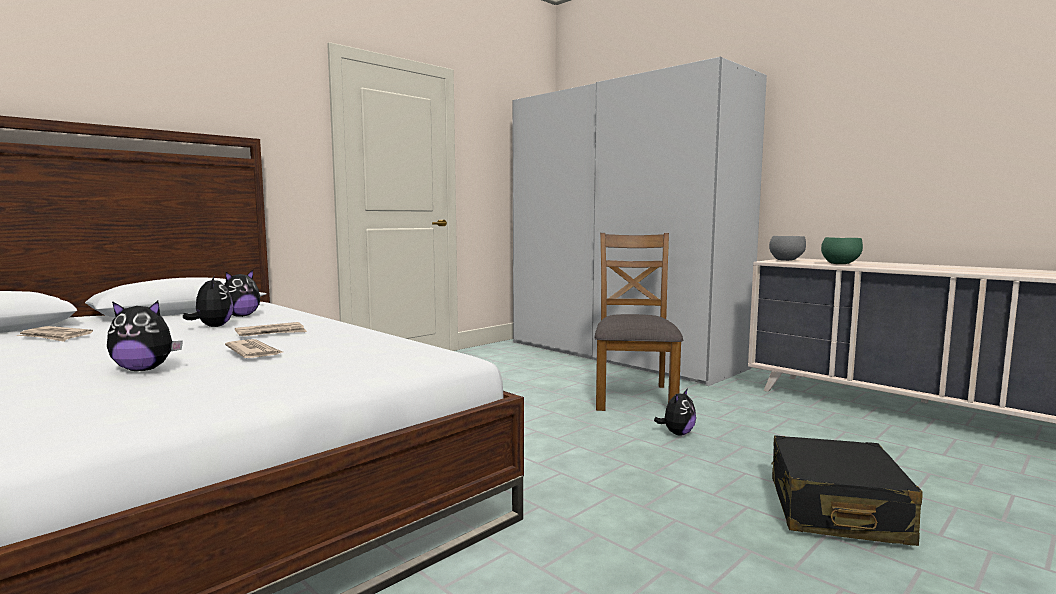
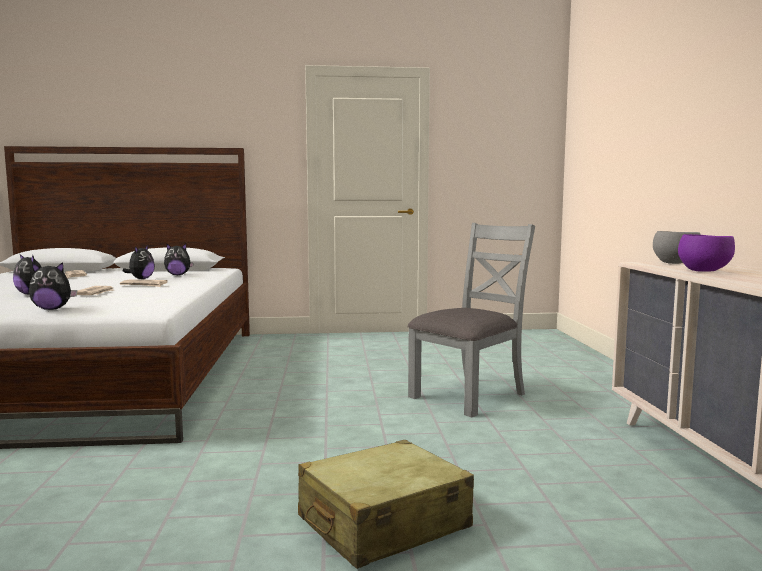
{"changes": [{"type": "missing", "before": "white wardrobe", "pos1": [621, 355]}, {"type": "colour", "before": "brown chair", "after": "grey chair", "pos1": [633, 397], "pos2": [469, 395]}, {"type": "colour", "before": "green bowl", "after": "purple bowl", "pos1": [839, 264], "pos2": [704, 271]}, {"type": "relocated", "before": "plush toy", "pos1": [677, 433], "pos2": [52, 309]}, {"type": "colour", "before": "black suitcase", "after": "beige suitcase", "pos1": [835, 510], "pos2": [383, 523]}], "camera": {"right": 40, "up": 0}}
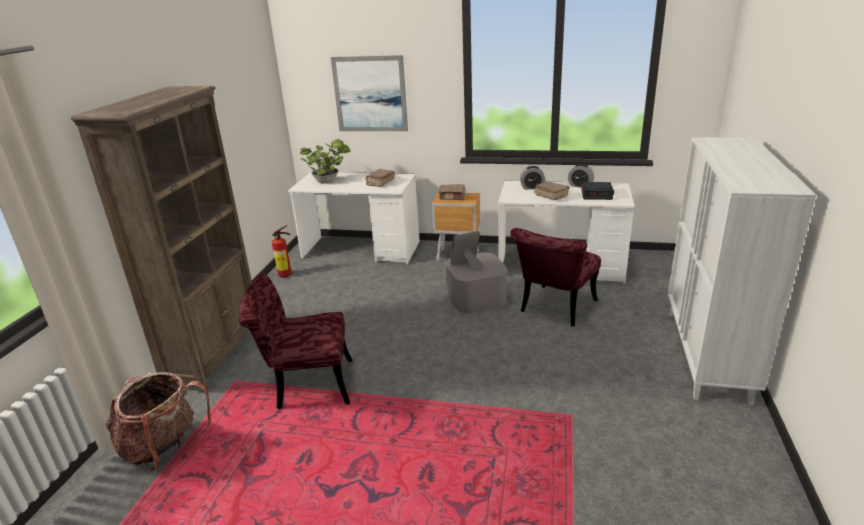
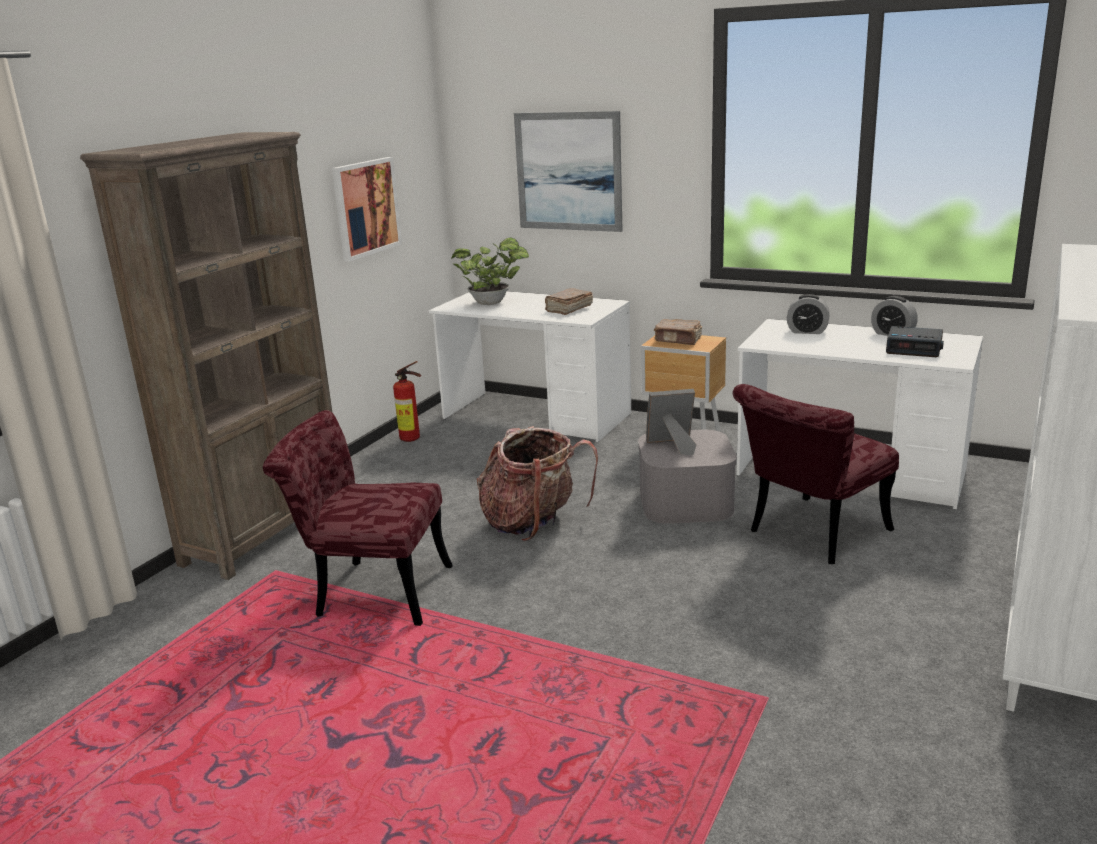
{"changes": [{"type": "missing", "before": "brown book", "pos1": [551, 196]}, {"type": "relocated", "before": "backpack", "pos1": [164, 447], "pos2": [533, 523]}, {"type": "appeared", "after": "picture", "pos2": [366, 208]}], "camera": {"right": 15, "up": -5}}
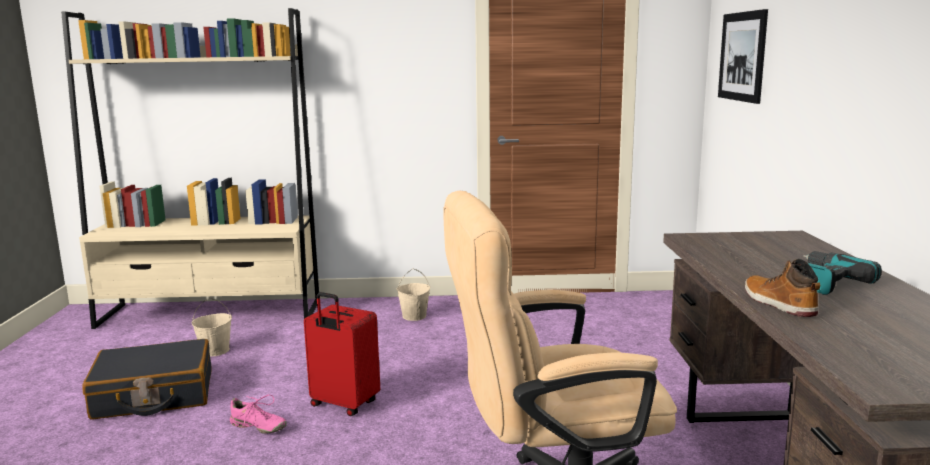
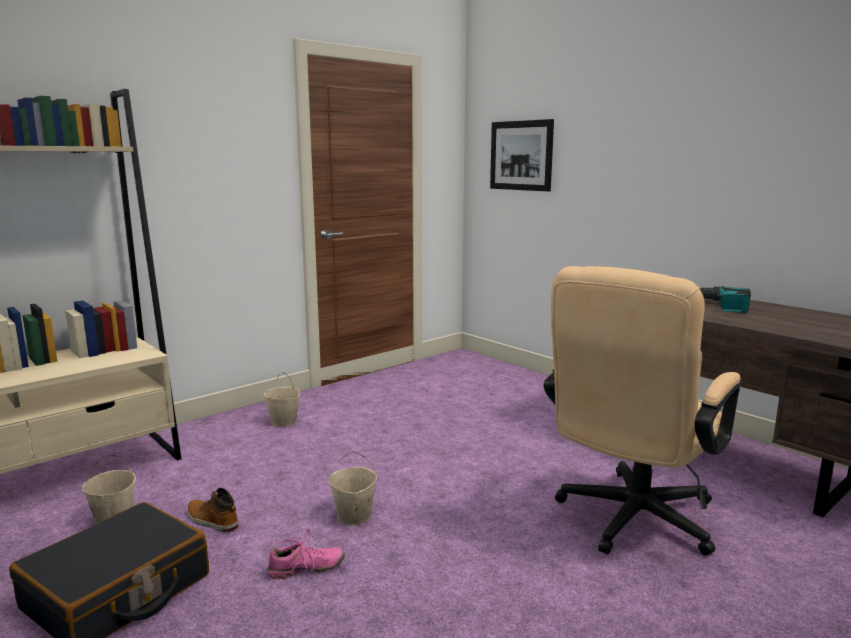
{"changes": [{"type": "relocated", "before": "boot", "pos1": [778, 303], "pos2": [211, 521]}, {"type": "exchanged", "before": "red suitcase", "after": "beige bucket", "pos1": [343, 405], "pos2": [354, 516]}], "camera": {"right": -40, "up": 0}}
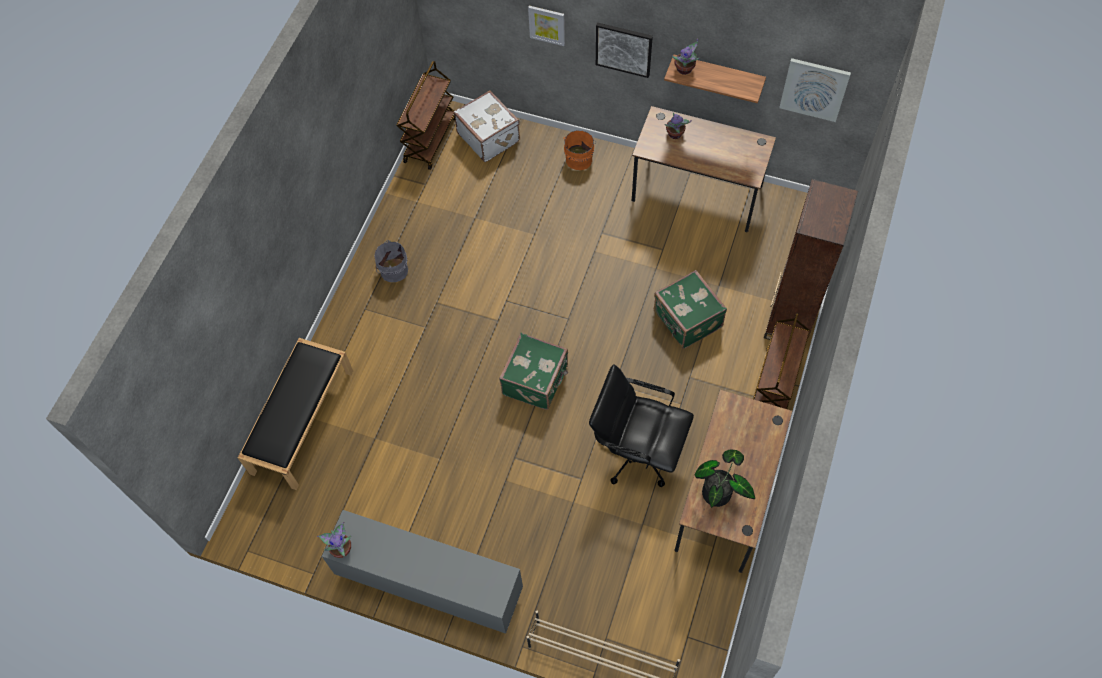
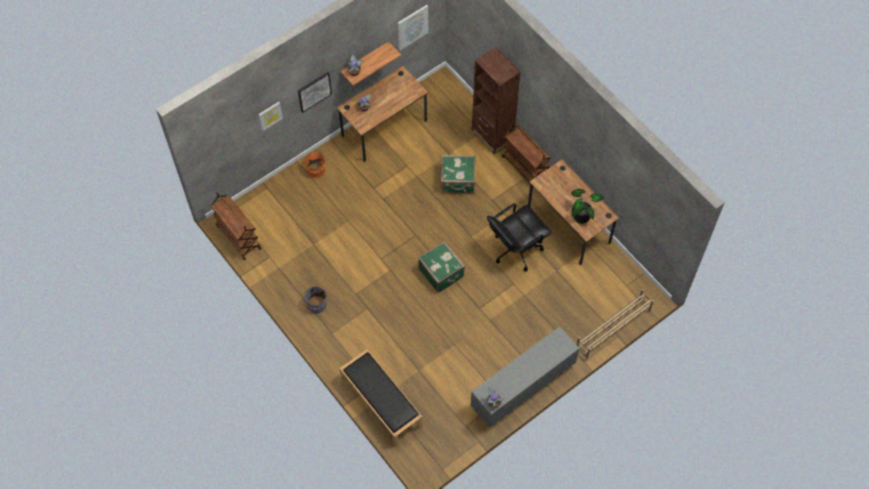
{"changes": [{"type": "missing", "before": "white suitcase", "pos1": [489, 137]}], "camera": {"right": -60, "up": 0}}
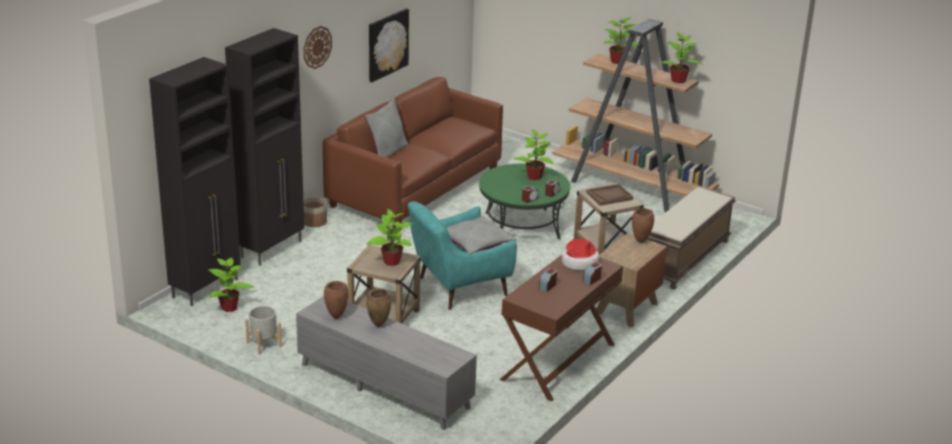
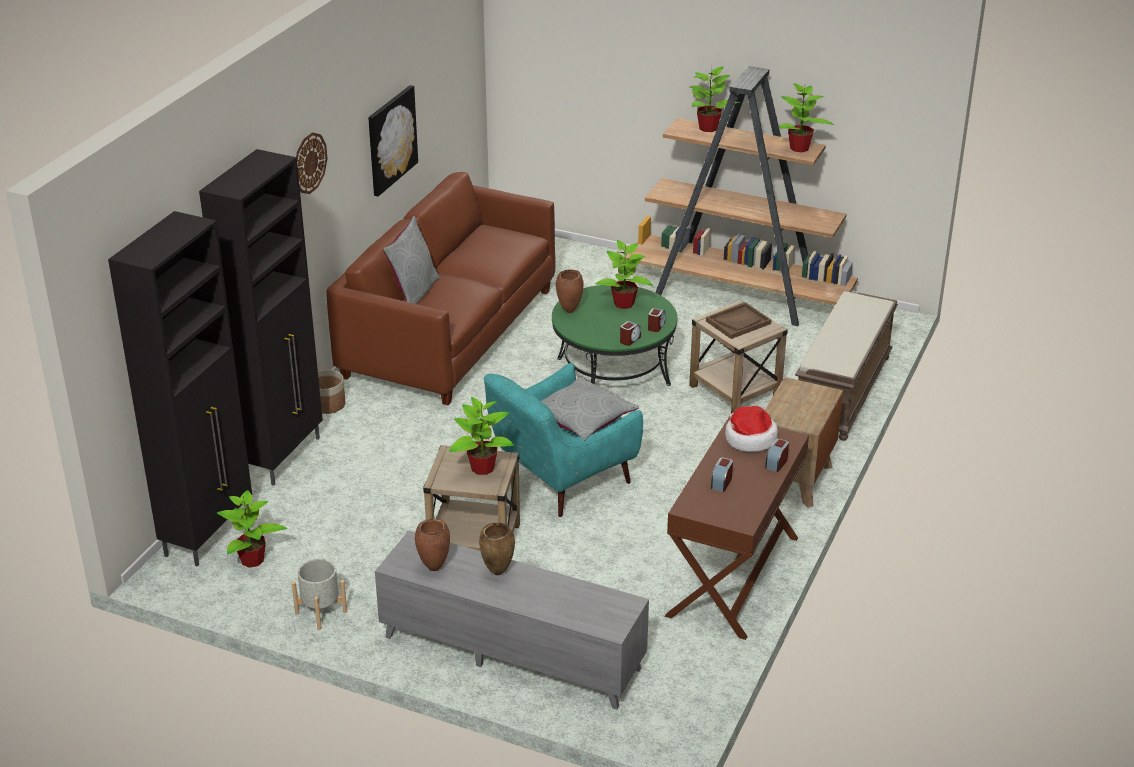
{"changes": [{"type": "relocated", "before": "brown vase", "pos1": [640, 242], "pos2": [569, 311]}], "camera": {"right": -10, "up": 5}}
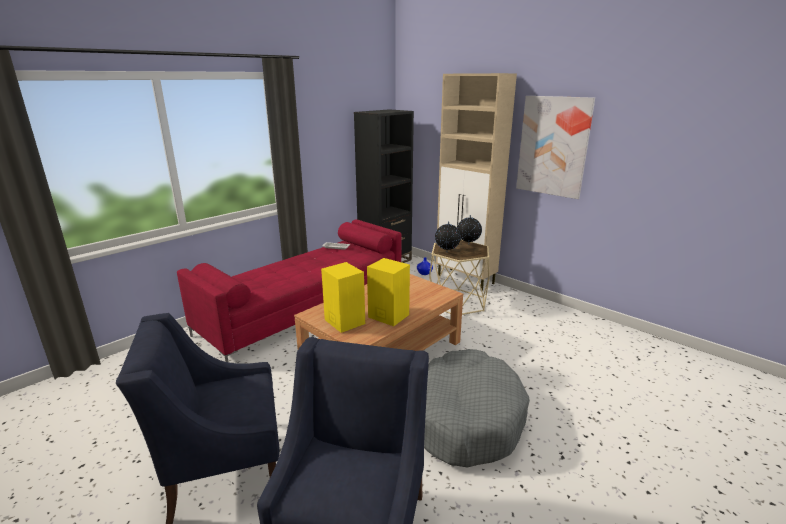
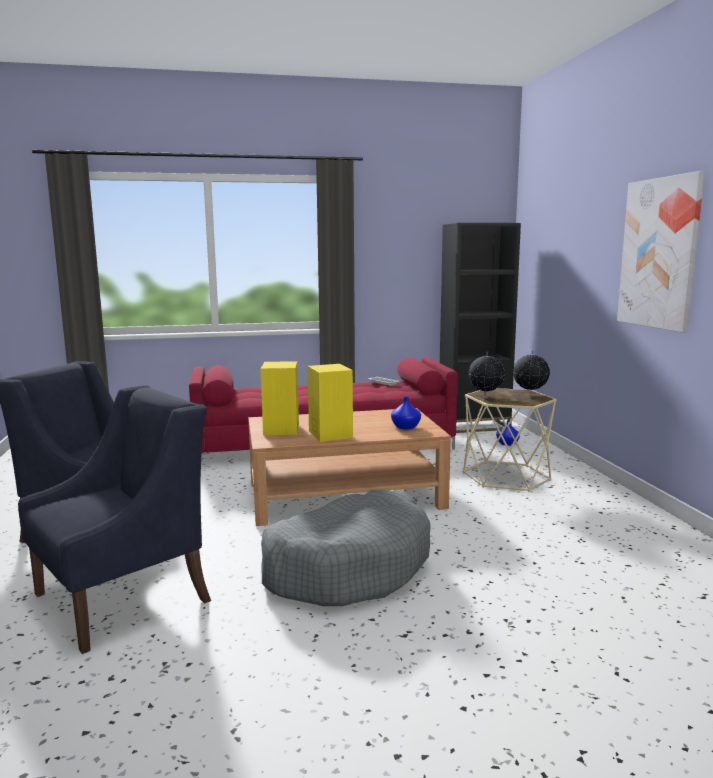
{"changes": [{"type": "missing", "before": "beige cabinet", "pos1": [466, 279]}, {"type": "appeared", "after": "blue vase", "pos2": [405, 427]}], "camera": {"right": 35, "up": -10}}
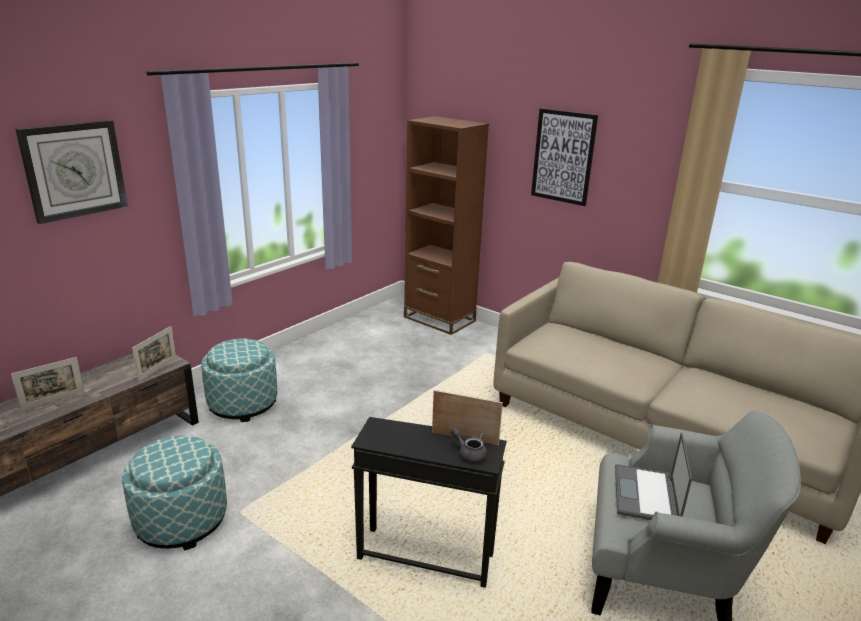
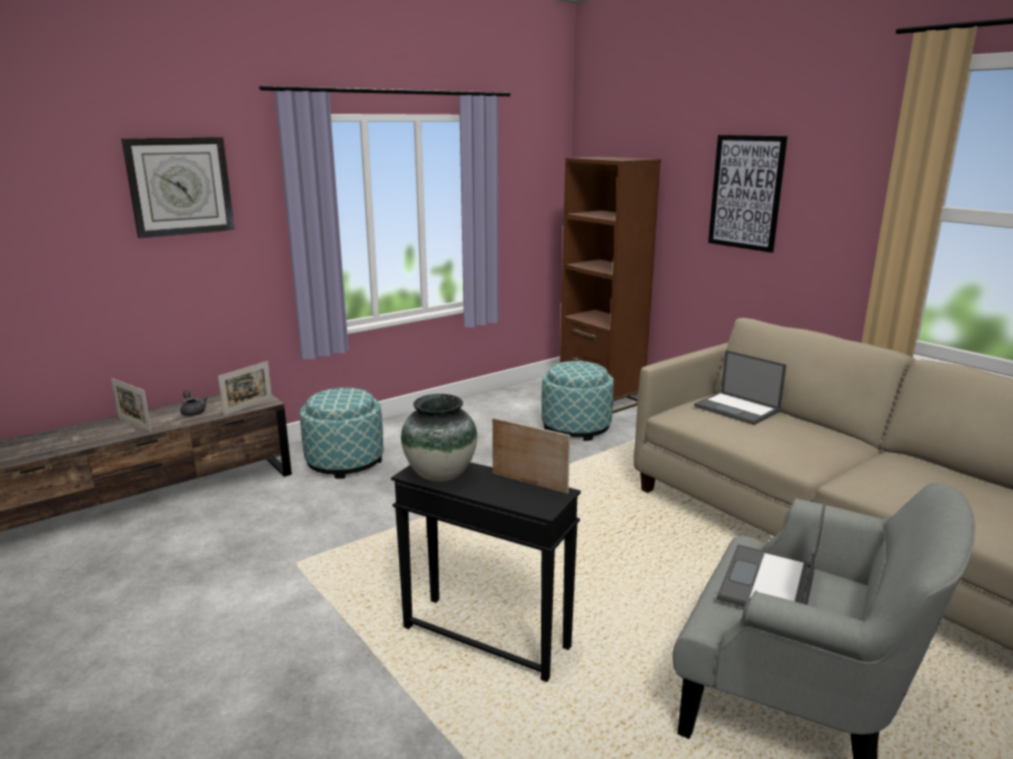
{"changes": [{"type": "spun", "before": "picture frame", "pos1": [53, 400], "pos2": [134, 424], "turn": 60}, {"type": "relocated", "before": "grey teapot", "pos1": [469, 454], "pos2": [193, 411]}, {"type": "relocated", "before": "ottoman", "pos1": [182, 520], "pos2": [576, 427]}, {"type": "appeared", "after": "laptop", "pos2": [738, 409]}, {"type": "appeared", "after": "vase", "pos2": [440, 475]}], "camera": {"right": 15, "up": -5}}
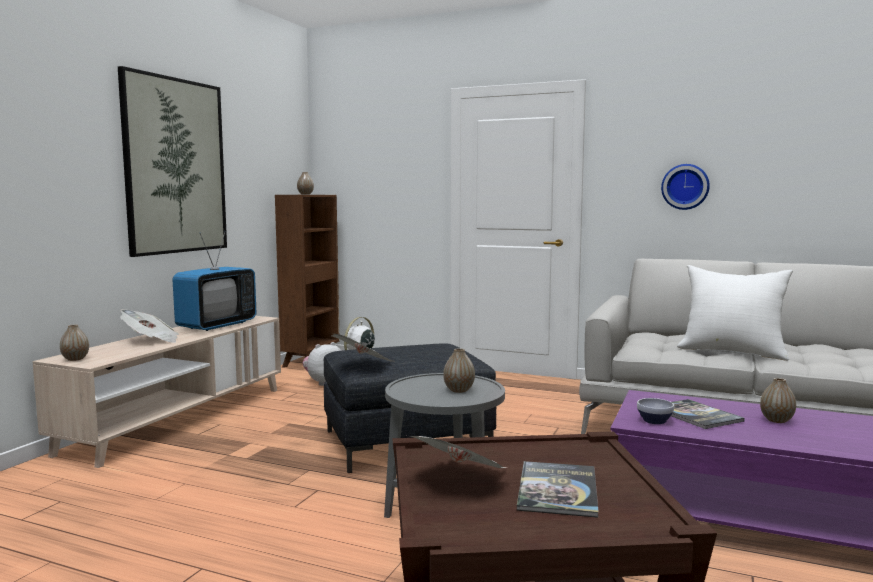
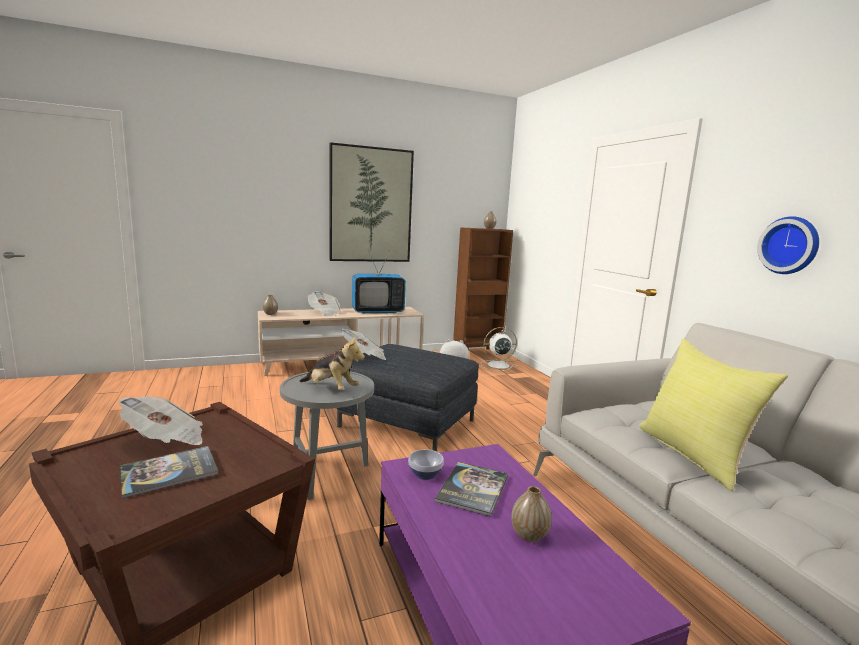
{"changes": [{"type": "colour", "before": "white pillow", "after": "yellow pillow", "pos1": [732, 352], "pos2": [694, 455]}, {"type": "exchanged", "before": "vase", "after": "plush toy", "pos1": [459, 390], "pos2": [331, 389]}], "camera": {"right": 45, "up": 5}}
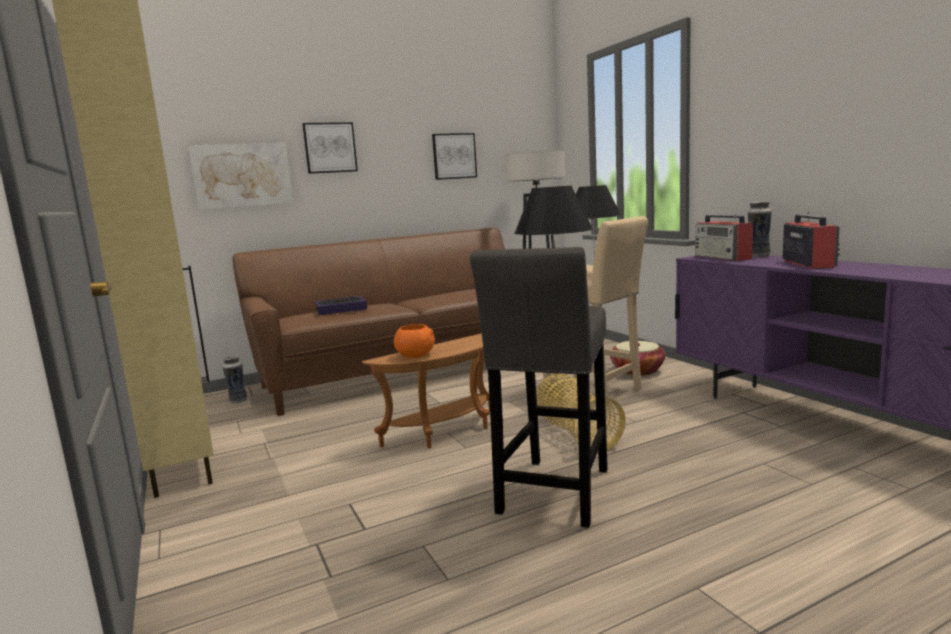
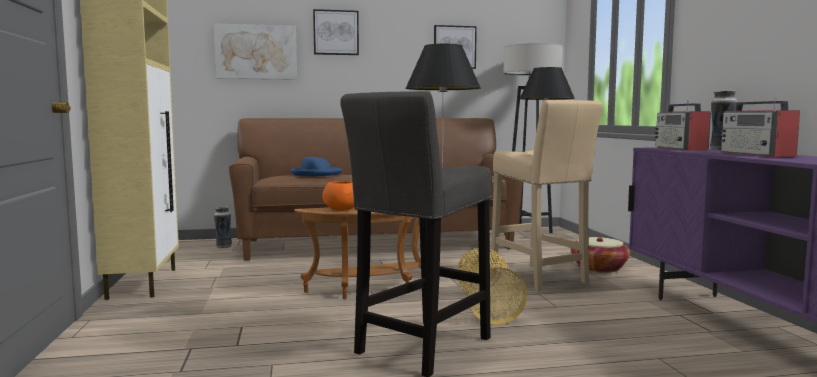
{"changes": [{"type": "spun", "before": "radio", "pos1": [807, 263], "pos2": [757, 154], "turn": 150}, {"type": "exchanged", "before": "book", "after": "blue hat", "pos1": [341, 309], "pos2": [315, 174]}], "camera": {"right": 15, "up": -5}}
